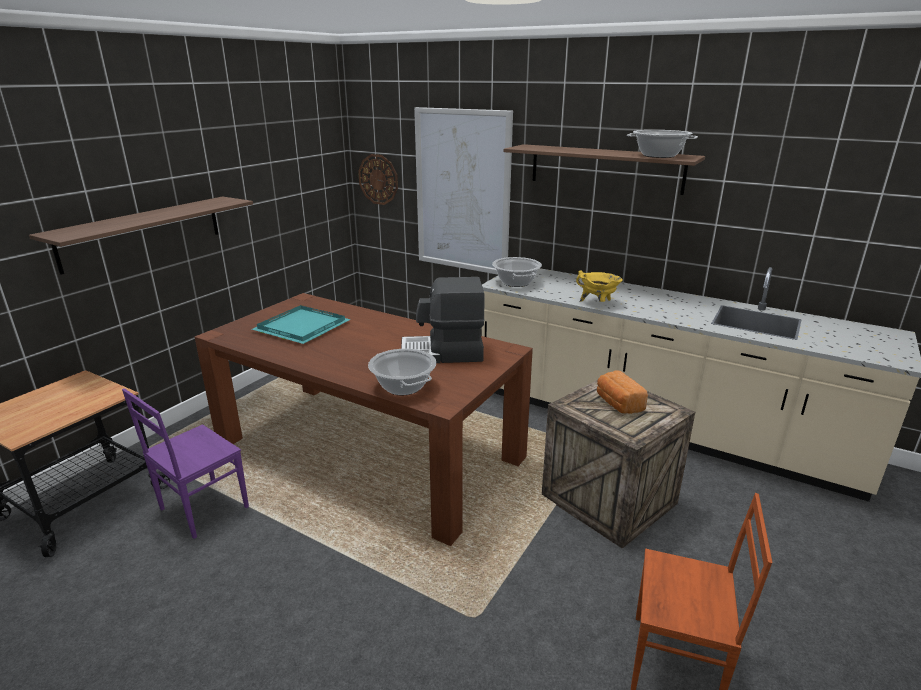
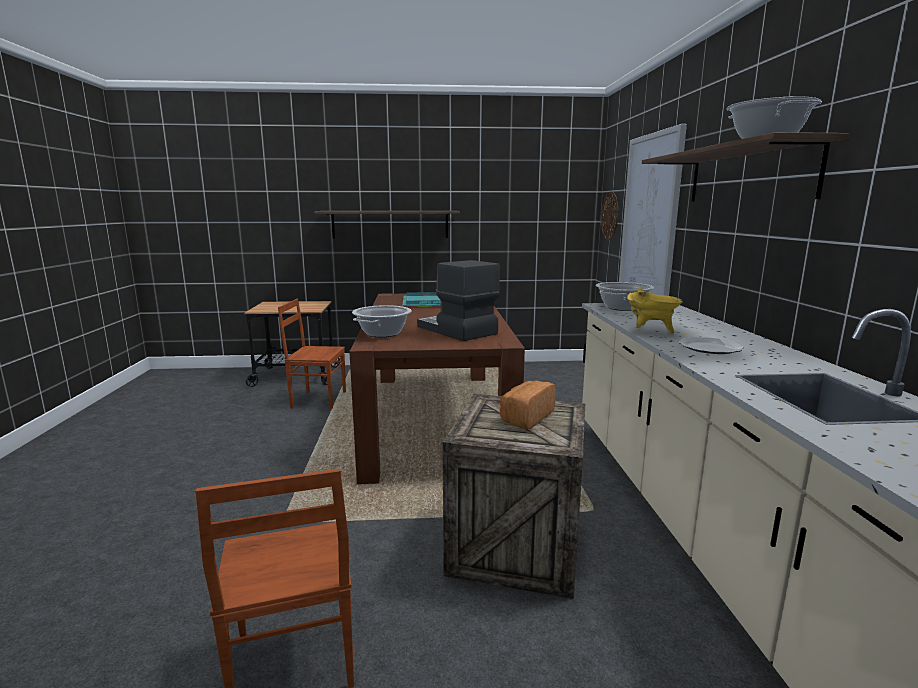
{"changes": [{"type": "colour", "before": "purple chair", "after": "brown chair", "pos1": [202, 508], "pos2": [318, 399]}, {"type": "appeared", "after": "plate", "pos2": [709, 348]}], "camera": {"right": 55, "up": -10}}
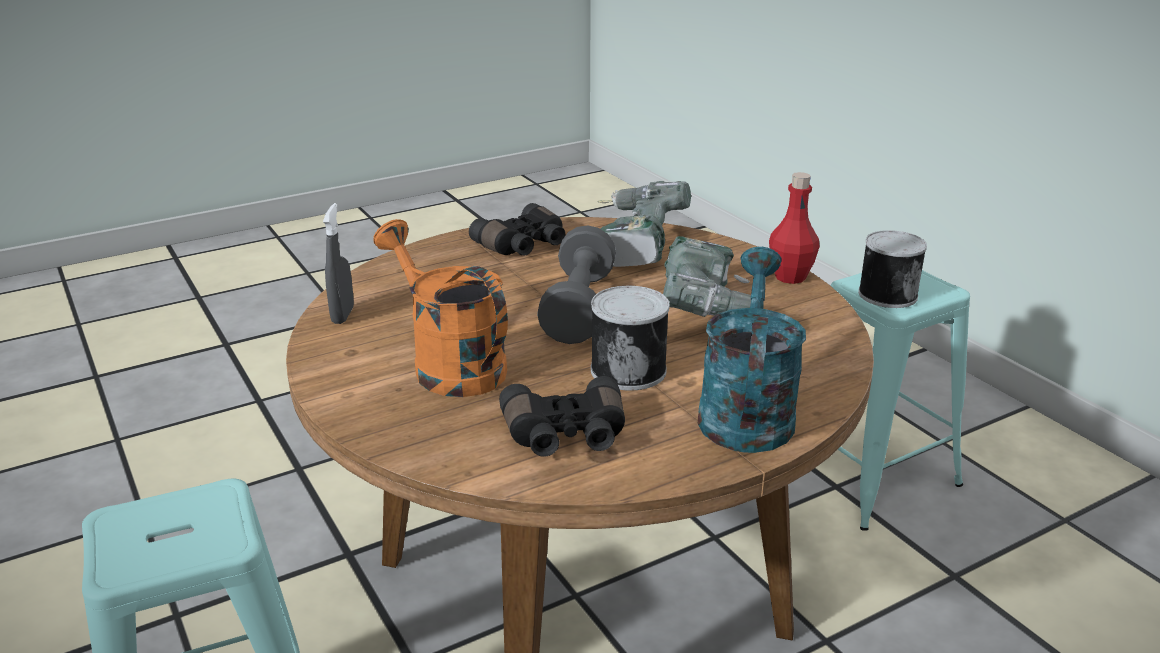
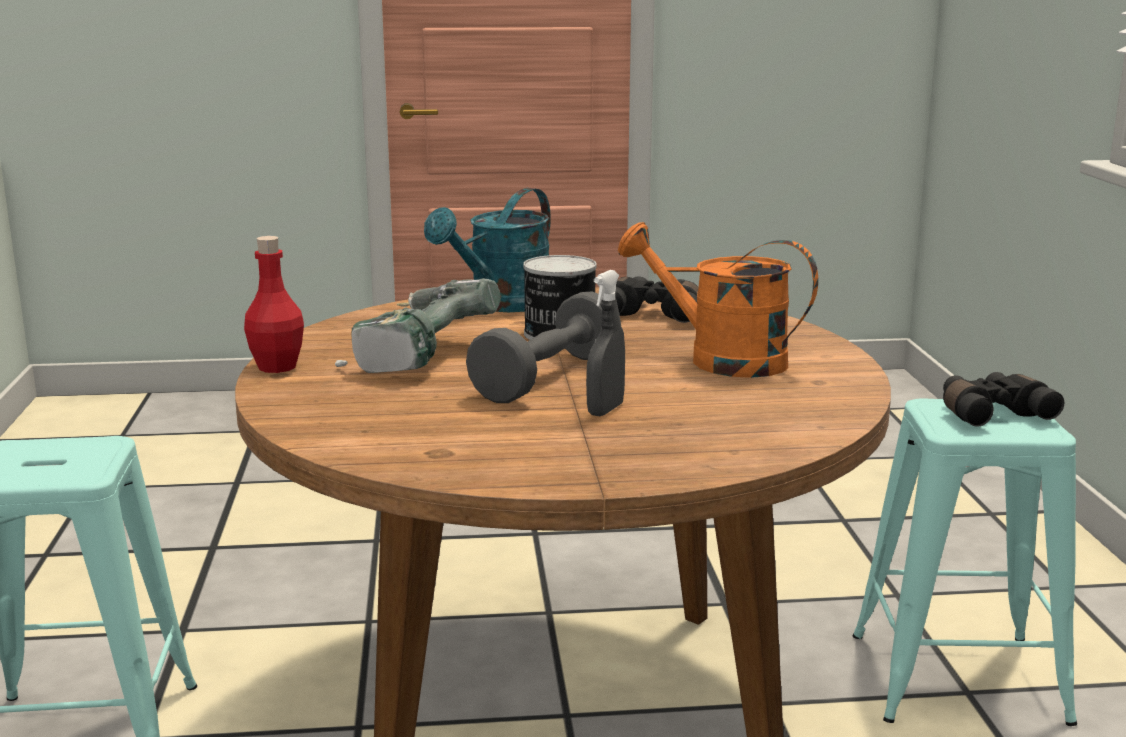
{"changes": [{"type": "missing", "before": "power drill", "pos1": [632, 245]}, {"type": "relocated", "before": "grey spray bottle", "pos1": [343, 315], "pos2": [605, 410]}, {"type": "relocated", "before": "black binoculars", "pos1": [523, 245], "pos2": [992, 413]}, {"type": "spun", "before": "orange watering can", "pos1": [449, 364], "pos2": [720, 359], "turn": 135}, {"type": "missing", "before": "can", "pos1": [886, 294]}], "camera": {"right": -155, "up": -10}}
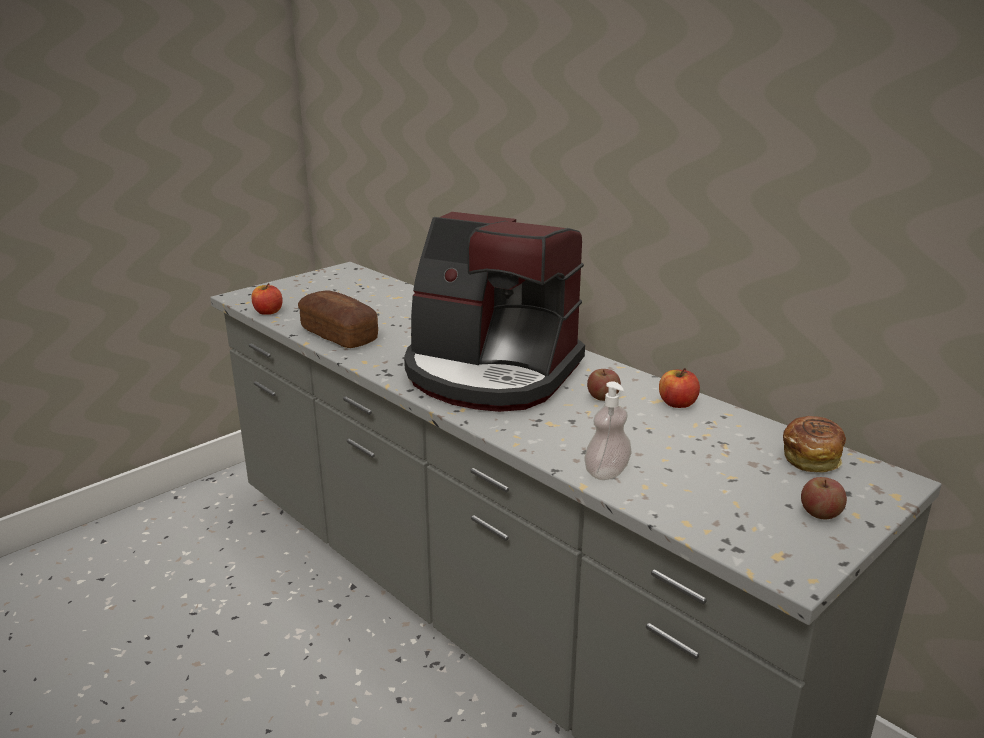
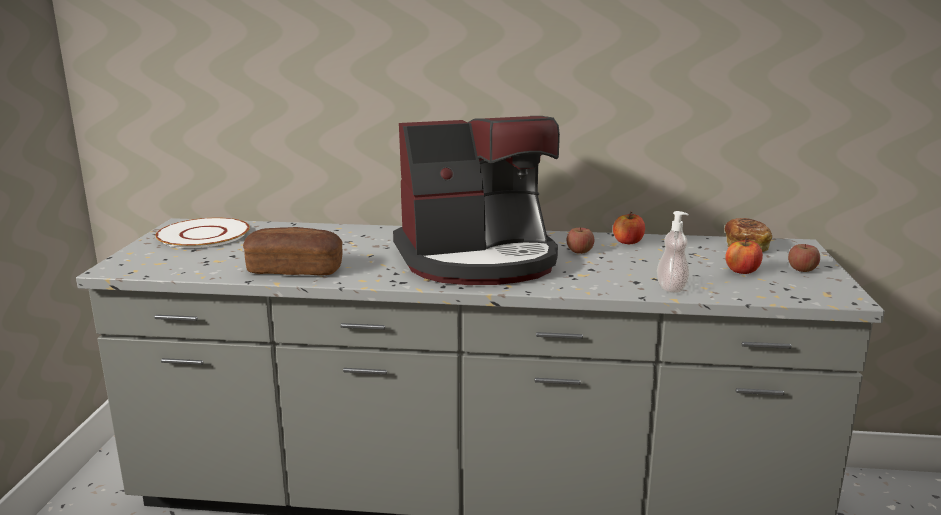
{"changes": [{"type": "relocated", "before": "apple", "pos1": [268, 312], "pos2": [742, 271]}, {"type": "appeared", "after": "white plate", "pos2": [203, 235]}], "camera": {"right": -40, "up": -5}}
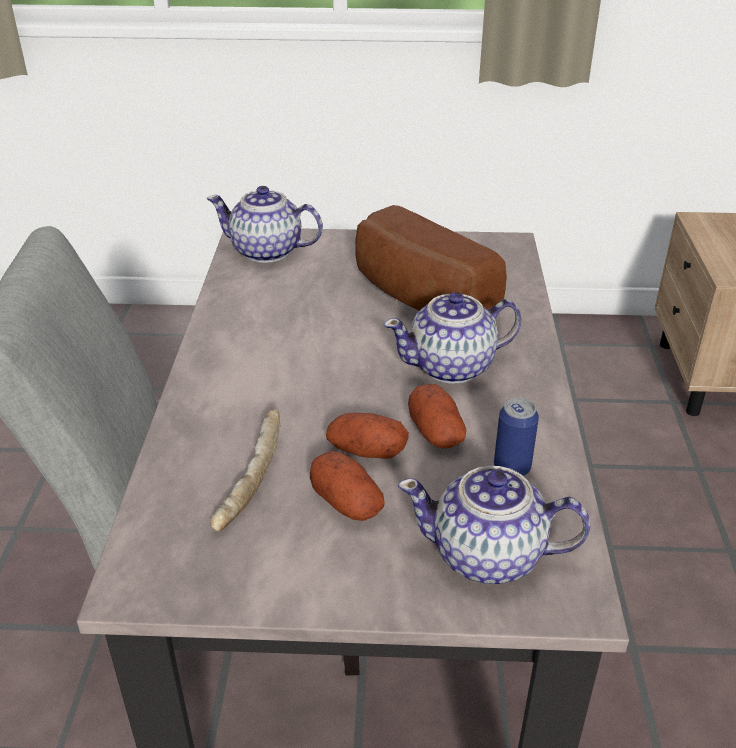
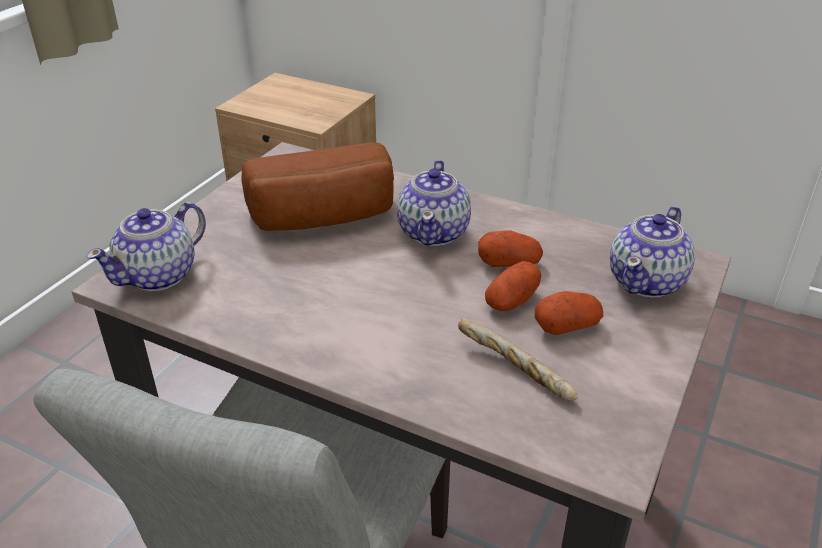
{"changes": [{"type": "missing", "before": "can", "pos1": [512, 468]}], "camera": {"right": -65, "up": 0}}
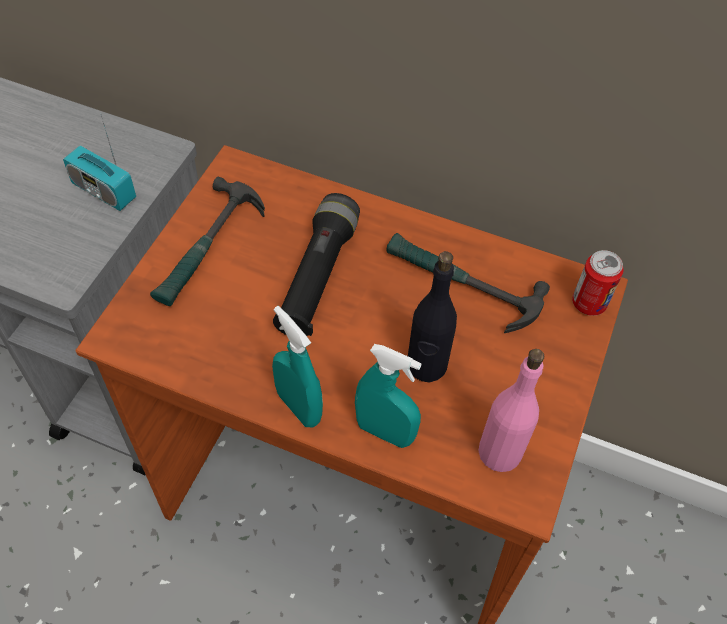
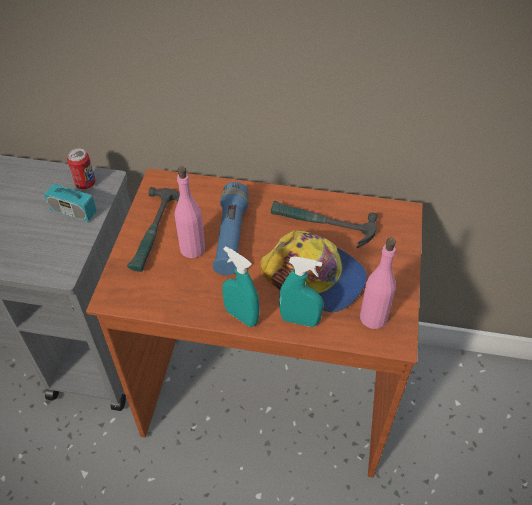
{"changes": [{"type": "colour", "before": "black flashlight", "after": "blue flashlight", "pos1": [317, 277], "pos2": [231, 237]}, {"type": "relocated", "before": "can", "pos1": [588, 303], "pos2": [85, 183]}, {"type": "exchanged", "before": "black bottle", "after": "cap", "pos1": [426, 365], "pos2": [314, 276]}, {"type": "appeared", "after": "pink bottle", "pos2": [192, 248]}], "camera": {"right": -10, "up": -5}}
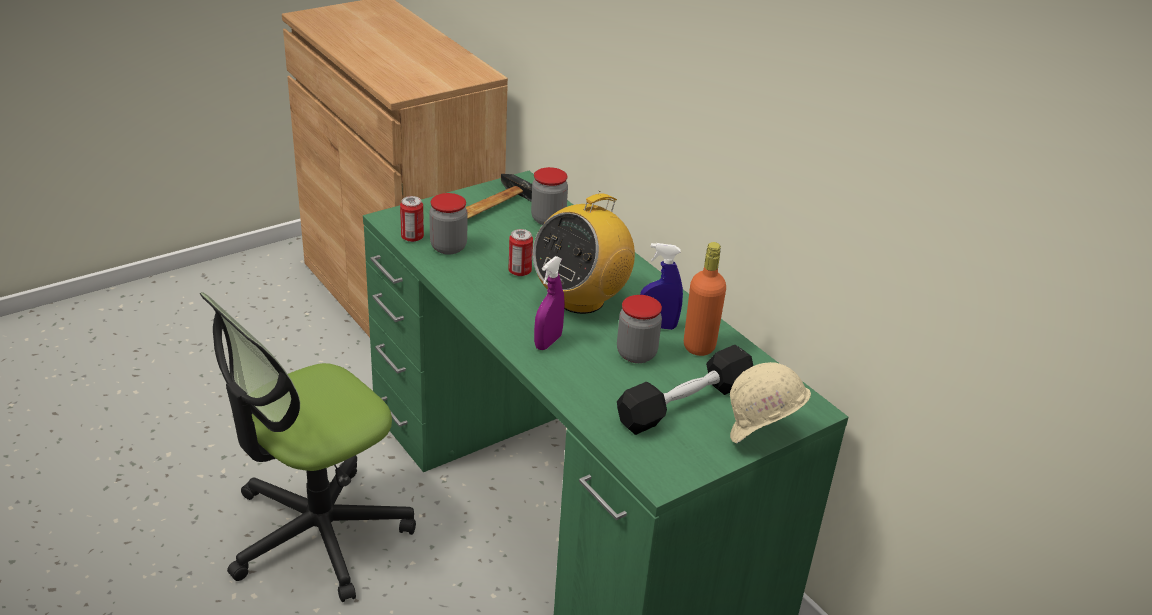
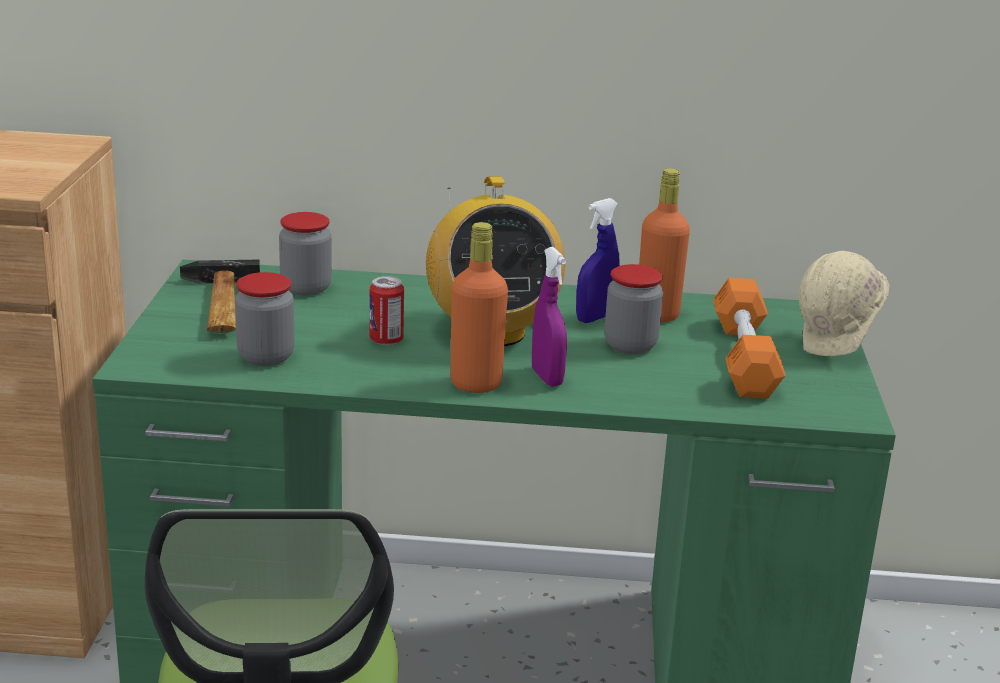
{"changes": [{"type": "missing", "before": "can", "pos1": [412, 237]}, {"type": "colour", "before": "black dumbbell", "after": "orange dumbbell", "pos1": [684, 404], "pos2": [744, 357]}, {"type": "appeared", "after": "orange bottle", "pos2": [476, 384]}], "camera": {"right": -50, "up": -10}}
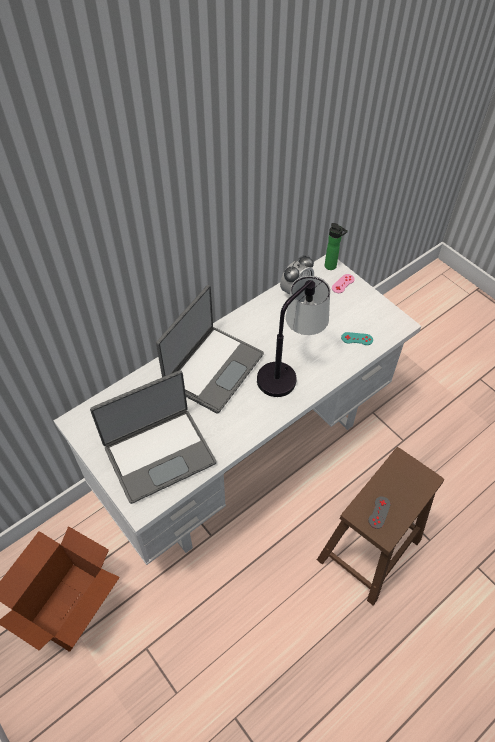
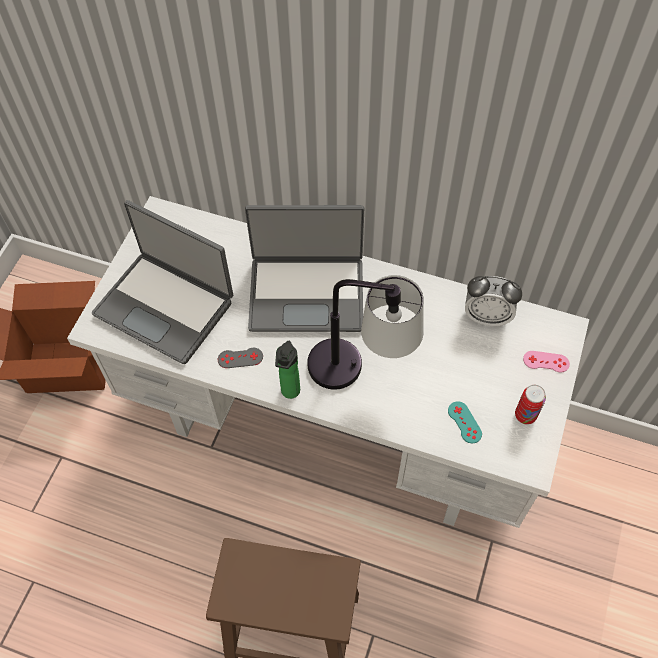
{"changes": [{"type": "relocated", "before": "bottle", "pos1": [332, 267], "pos2": [289, 393]}, {"type": "relocated", "before": "grey game controller", "pos1": [379, 512], "pos2": [240, 358]}, {"type": "appeared", "after": "can", "pos2": [525, 415]}], "camera": {"right": 60, "up": 5}}
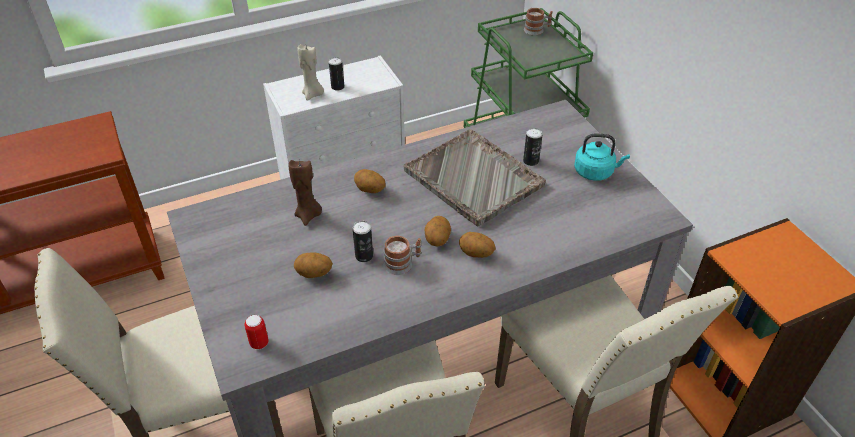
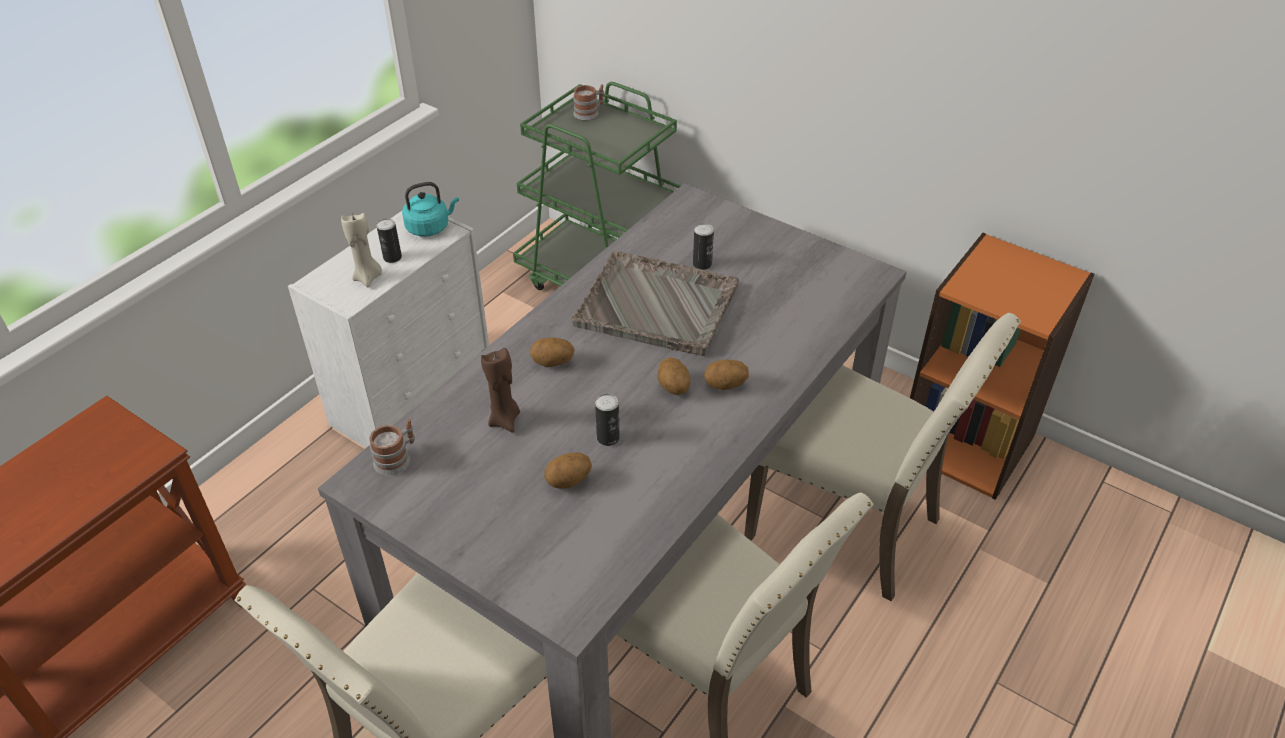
{"changes": [{"type": "relocated", "before": "turquoise kettle", "pos1": [595, 172], "pos2": [430, 227]}, {"type": "relocated", "before": "mug", "pos1": [402, 263], "pos2": [397, 458]}, {"type": "missing", "before": "can", "pos1": [259, 343]}], "camera": {"right": -30, "up": 0}}
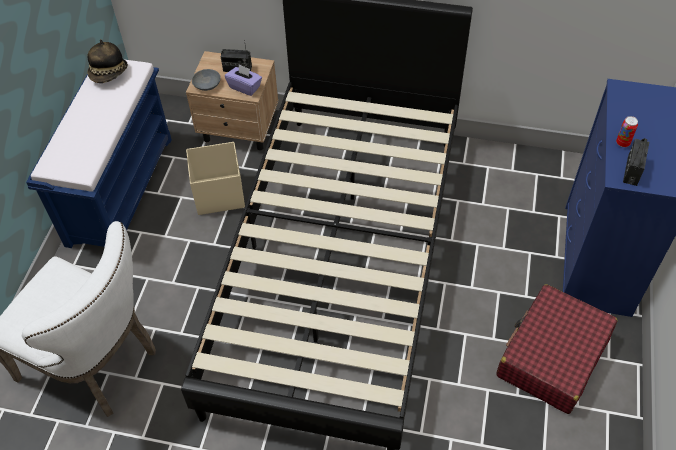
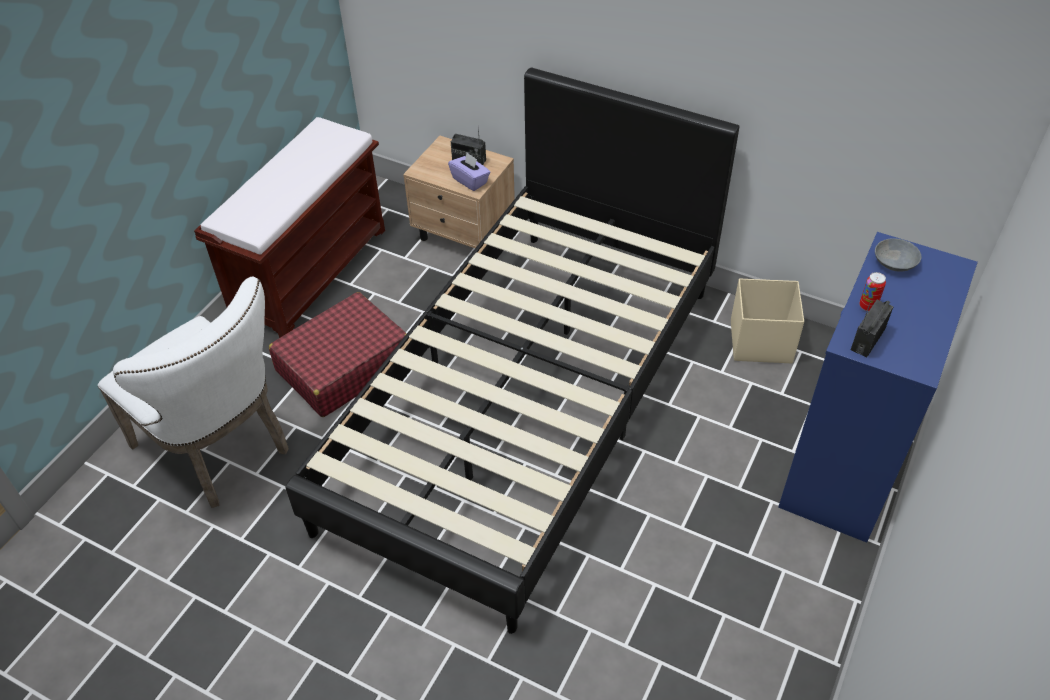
{"changes": [{"type": "missing", "before": "hat", "pos1": [109, 74]}, {"type": "colour", "before": "blue bench", "after": "brown bench", "pos1": [120, 189], "pos2": [311, 272]}, {"type": "relocated", "before": "grey bowl", "pos1": [207, 84], "pos2": [895, 262]}, {"type": "relocated", "before": "beige storage box", "pos1": [218, 194], "pos2": [759, 341]}, {"type": "relocated", "before": "red suitcase", "pos1": [552, 356], "pos2": [343, 366]}], "camera": {"right": 15, "up": -5}}
